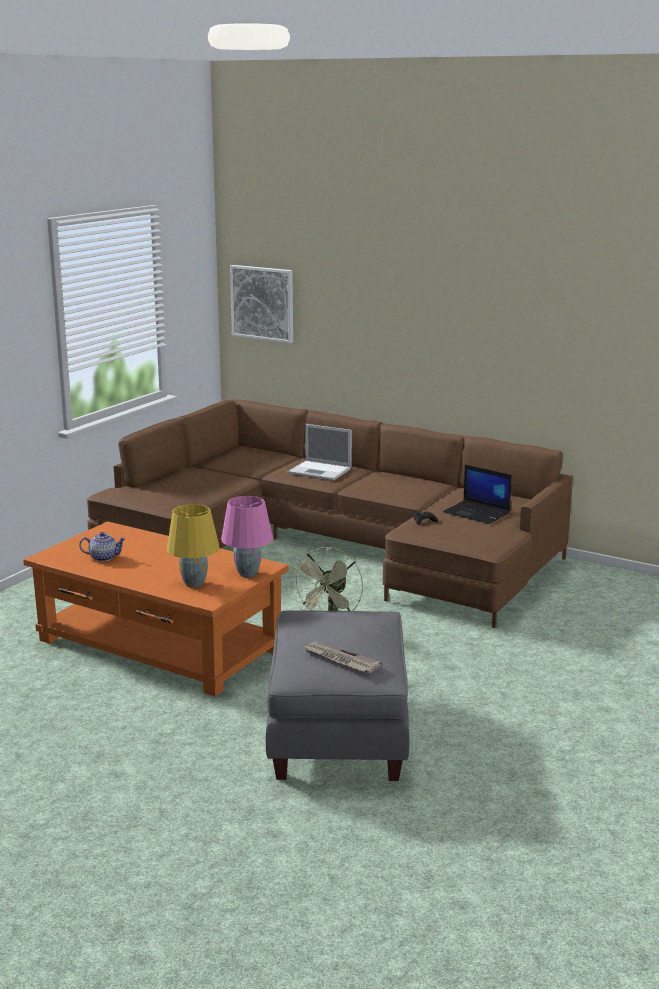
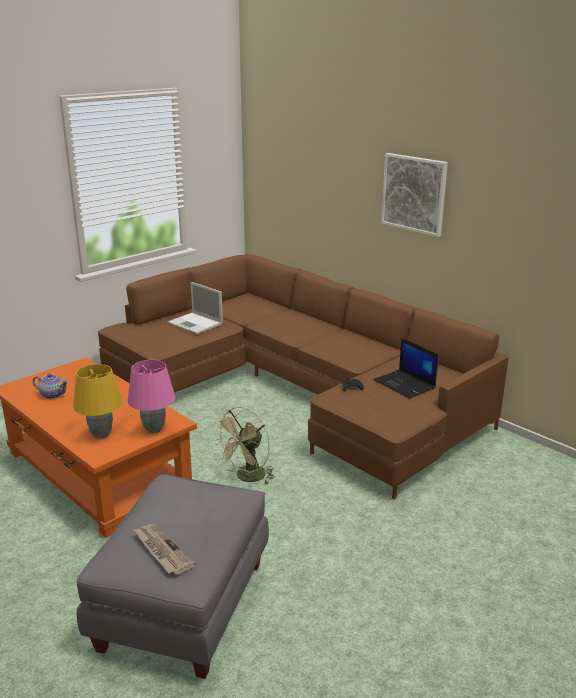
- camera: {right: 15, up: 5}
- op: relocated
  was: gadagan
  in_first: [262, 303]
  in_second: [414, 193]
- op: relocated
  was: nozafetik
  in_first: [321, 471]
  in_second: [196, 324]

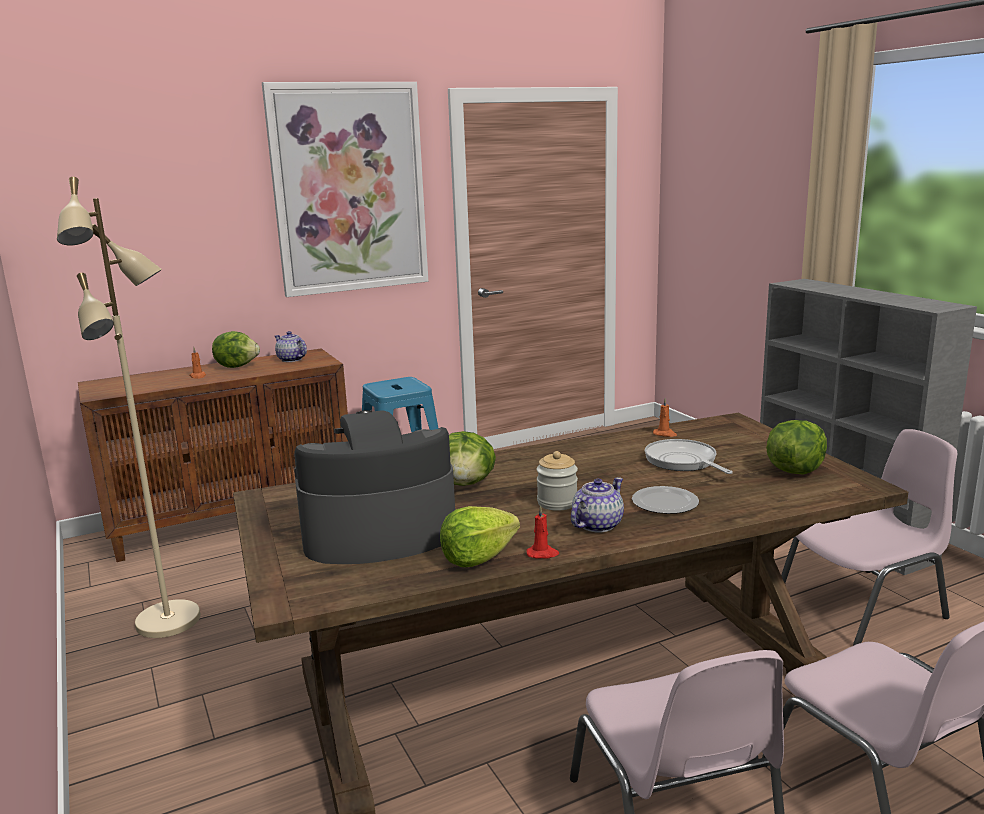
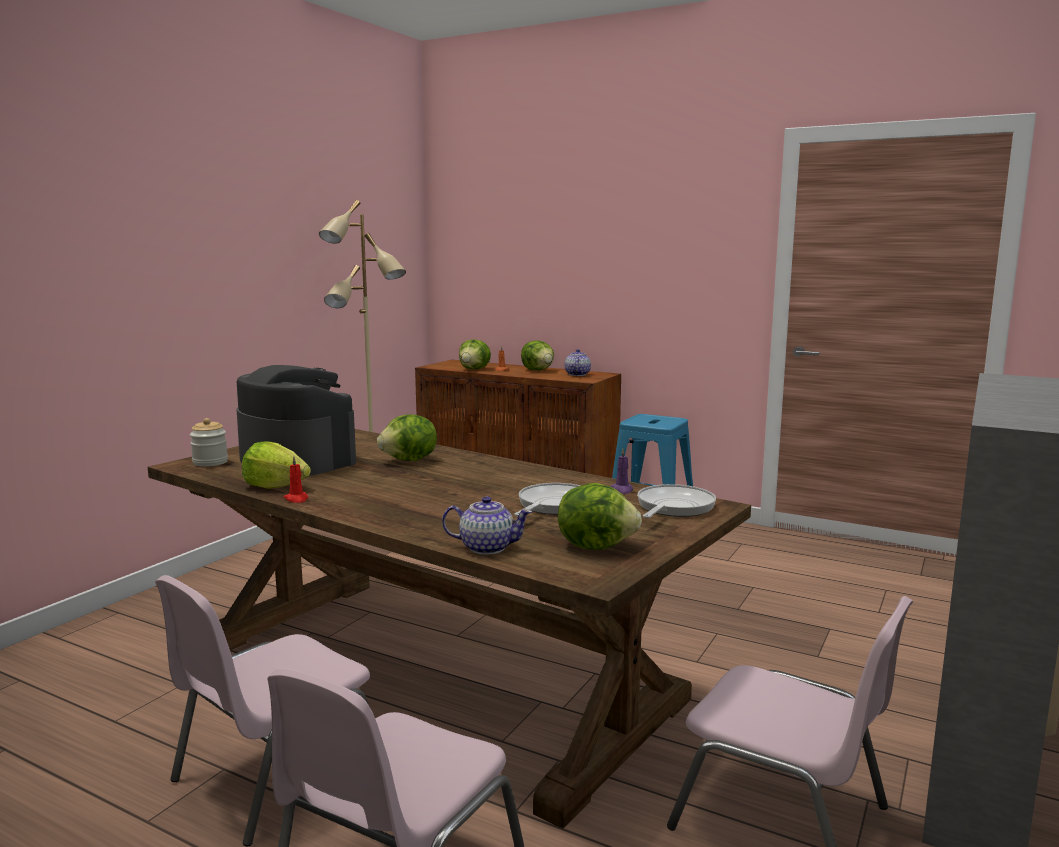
- camera: {right: 55, up: -5}
- op: missing
  was: gadagan
  in_first: [349, 189]
- op: relocated
  was: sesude
  in_first: [557, 503]
  in_second: [210, 462]
- op: relocated
  was: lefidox
  in_first: [596, 525]
  in_second: [486, 547]
- op: missing
  was: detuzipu
  in_first: [663, 503]
- op: colour
  was: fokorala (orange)
  now: fokorala (purple)
  in_first: [665, 434]
  in_second: [622, 490]
- op: appeared
  now: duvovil
  in_second: [475, 369]
- op: appeared
  now: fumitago
  in_second: [673, 507]

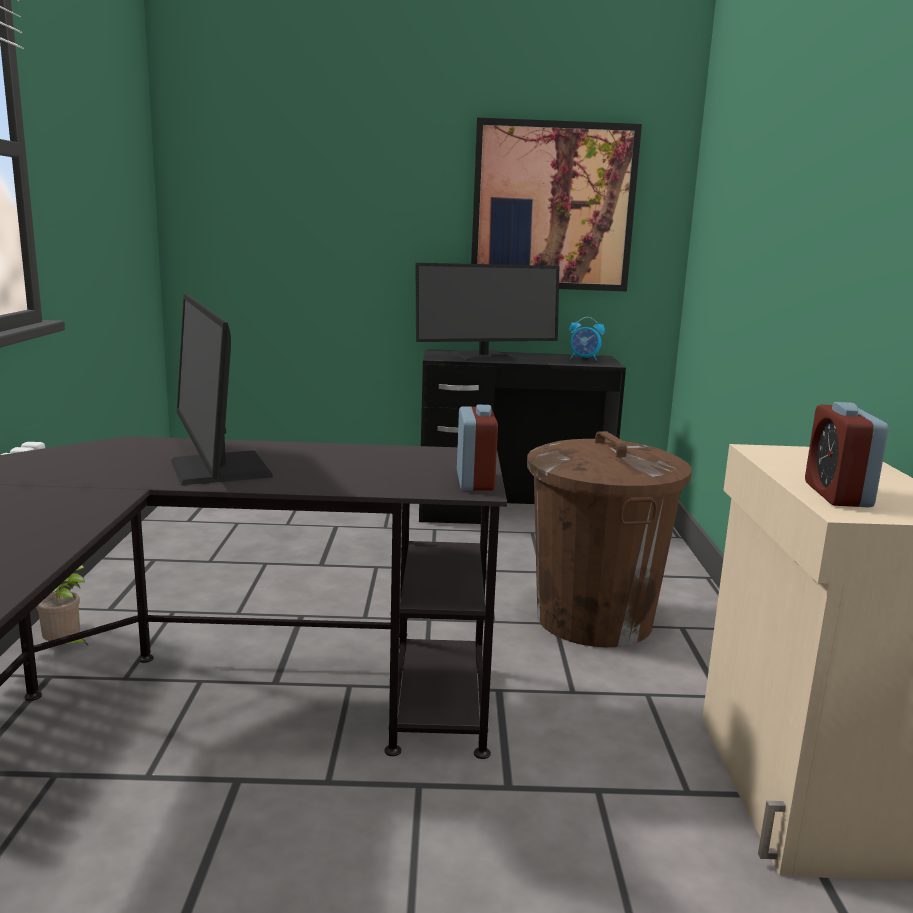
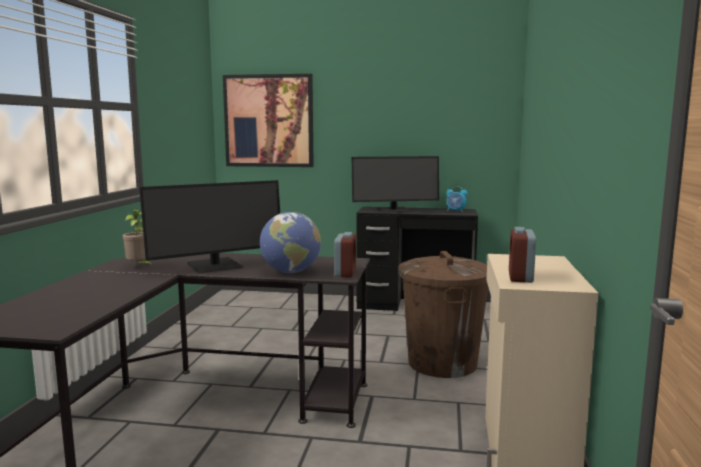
- camera: {right: 10, up: -5}
- op: relocated
  was: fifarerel
  in_first: [65, 647]
  in_second: [139, 267]
- op: spun
  was: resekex
  in_first: [217, 469]
  in_second: [215, 266]
  clockwise: -105
- op: relocated
  was: gadagan
  in_first: [553, 207]
  in_second: [269, 121]
- op: appeared
  now: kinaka
  in_second: [291, 272]

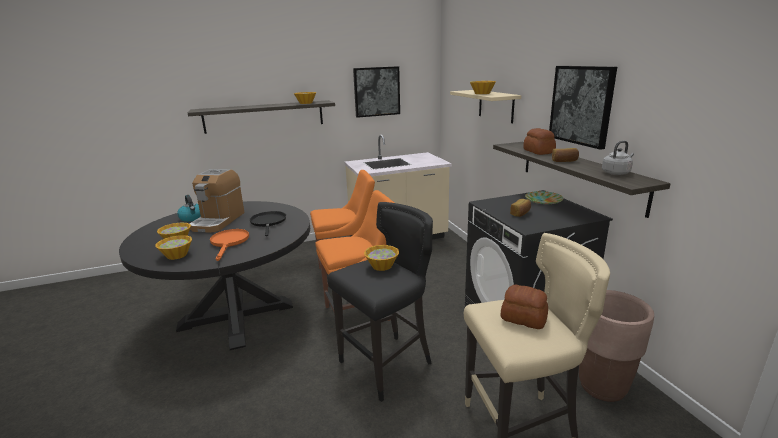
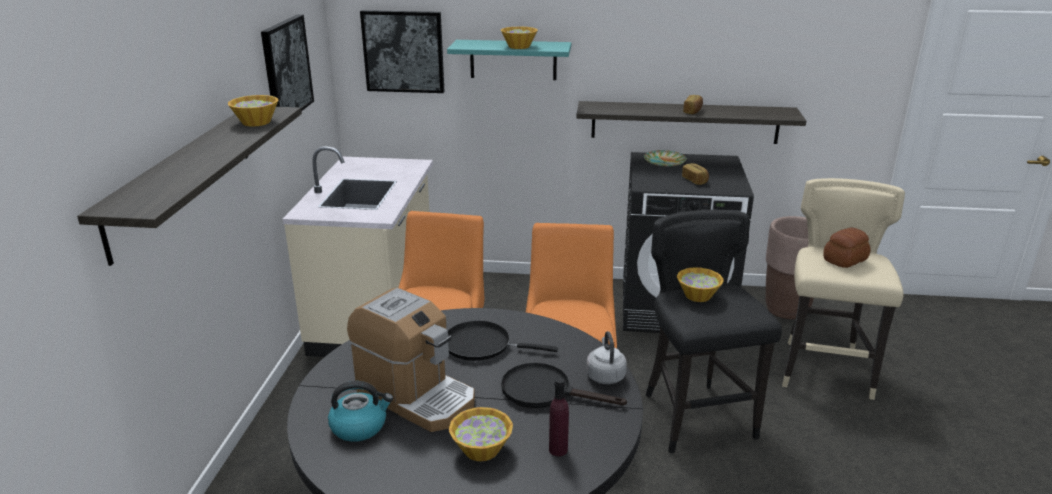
- camera: {right: -65, up: 5}
- op: exchanged
  was: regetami
  now: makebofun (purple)
  in_first: [177, 255]
  in_second: [558, 449]
- op: colour
  was: fumitago (orange)
  now: fumitago (black)
  in_first: [229, 243]
  in_second: [545, 391]
- op: colour
  was: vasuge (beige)
  now: vasuge (turquoise)
  in_first: [496, 105]
  in_second: [513, 59]
- op: missing
  was: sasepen
  in_first: [538, 152]
- op: relocated
  was: gadagan
  in_first: [581, 105]
  in_second: [403, 51]
- op: relocated
  was: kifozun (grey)
  in_first: [616, 173]
  in_second: [605, 375]

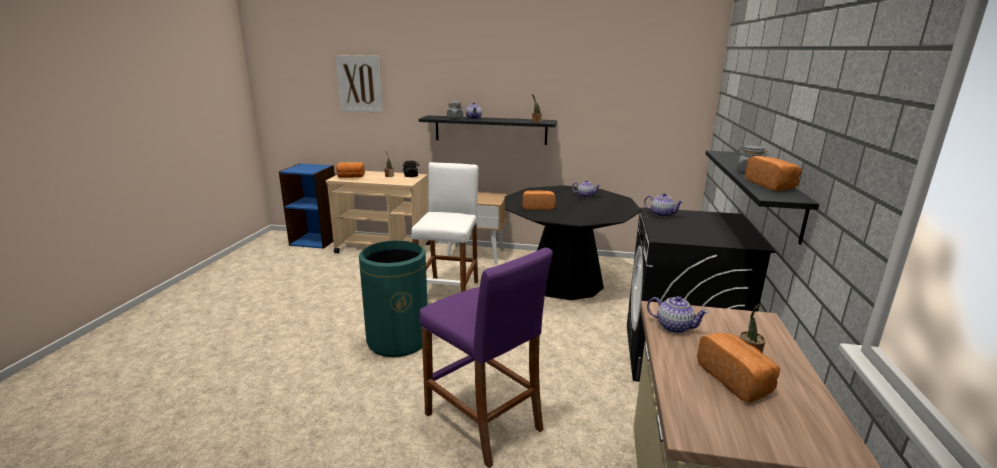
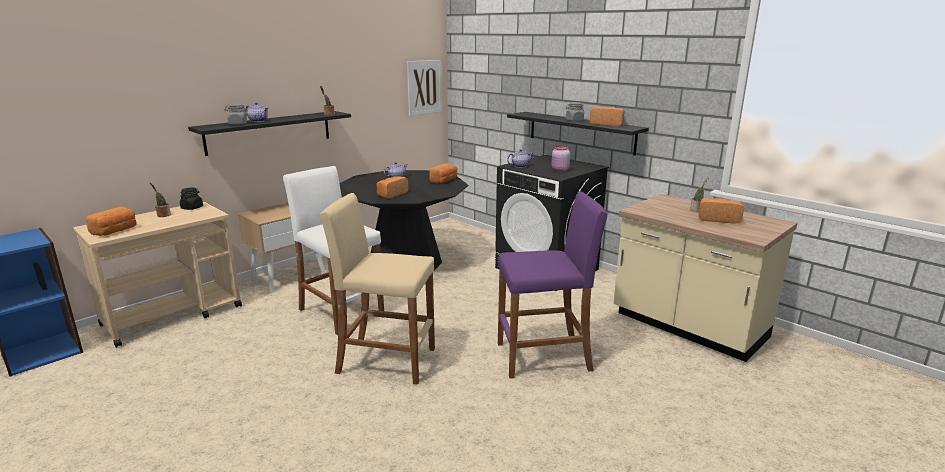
- camera: {right: -55, up: 0}
- op: relocated
  was: gadagan
  in_first: [359, 84]
  in_second: [424, 87]
- op: exchanged
  was: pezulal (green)
  now: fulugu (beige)
  in_first: [398, 340]
  in_second: [386, 360]
- op: missing
  was: lefidox
  in_first: [673, 327]
- op: appeared
  now: sasepen
  in_second: [444, 181]
- op: appeared
  now: sesude (pink)
  in_second: [559, 170]

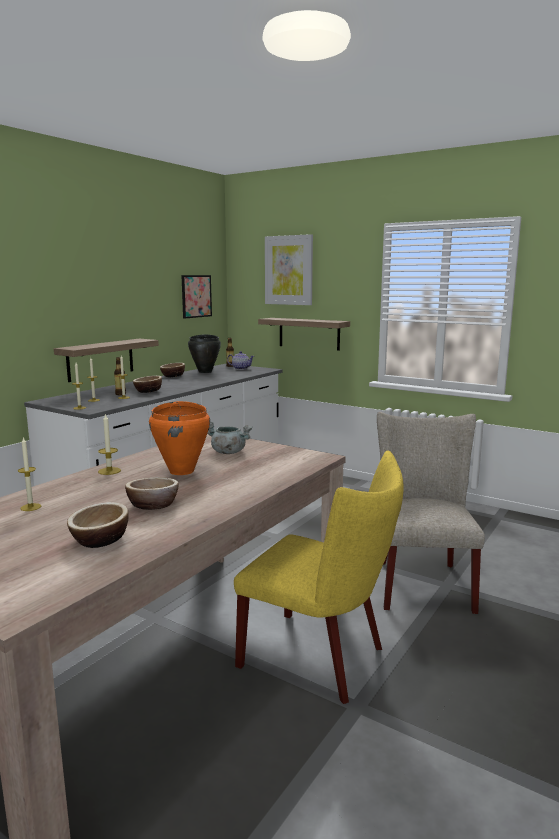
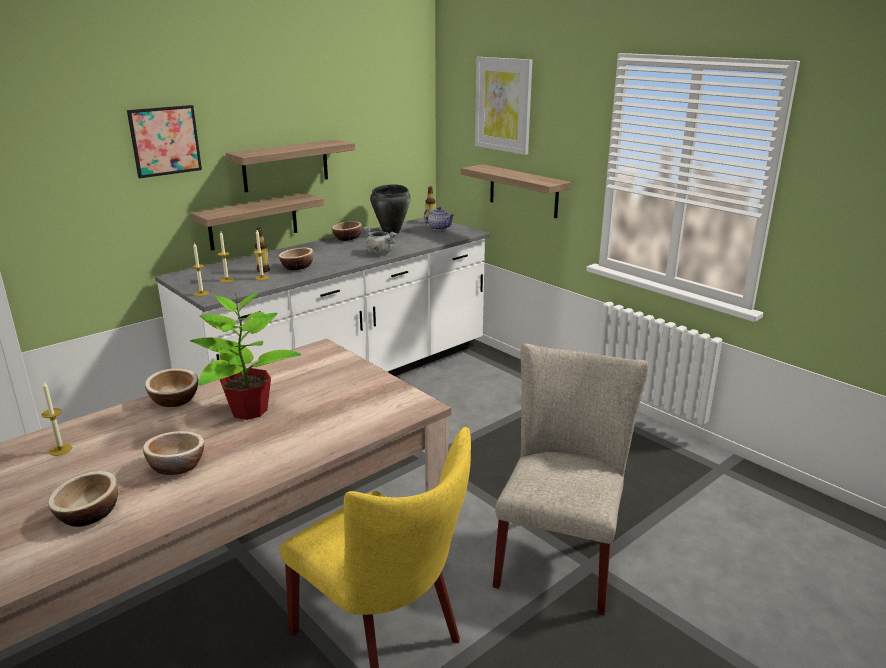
- camera: {right: 15, up: 10}
- op: exchanged
  was: fokorala
  now: regetami
  in_first: [109, 471]
  in_second: [174, 400]
- op: exchanged
  was: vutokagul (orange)
  now: fifarerel
  in_first: [182, 471]
  in_second: [248, 410]
- op: relocated
  was: gadagan
  in_first: [196, 296]
  in_second: [165, 141]
- op: relocated
  was: vutokagul (grey)
  in_first: [228, 452]
  in_second: [379, 253]
- op: appeared
  now: vasuge
  in_second: [285, 165]

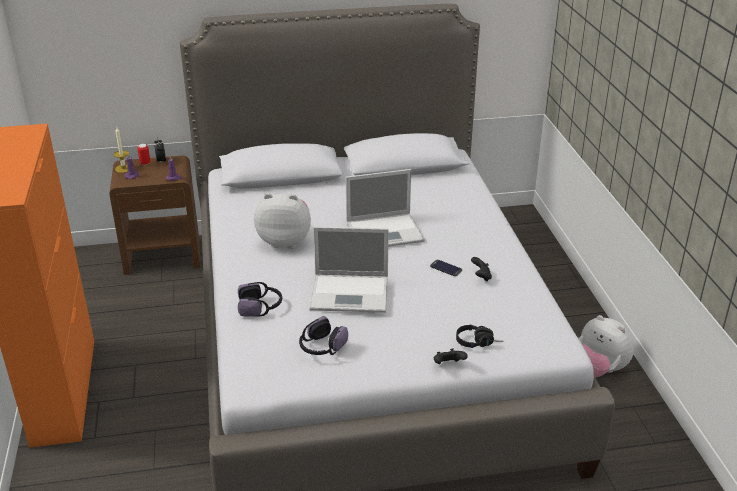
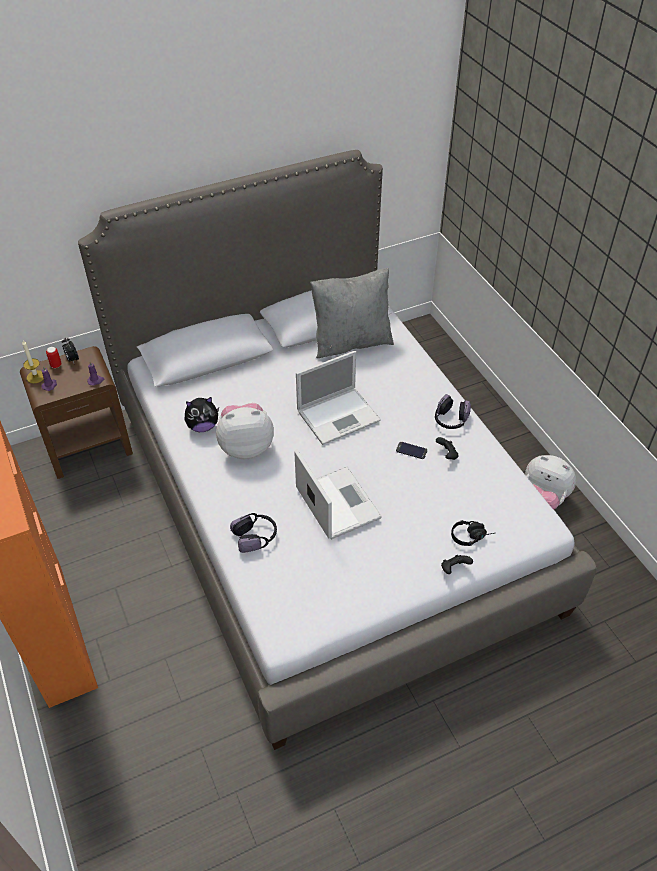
- camera: {right: -15, up: 15}
- op: relocated
  was: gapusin
  in_first: [321, 347]
  in_second: [450, 420]
- op: spun
  was: nozafetik
  in_first: [351, 293]
  in_second: [336, 502]
  clockwise: -105
- op: appeared
  now: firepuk
  in_second: [203, 426]
- op: appeared
  now: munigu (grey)
  in_second: [351, 342]

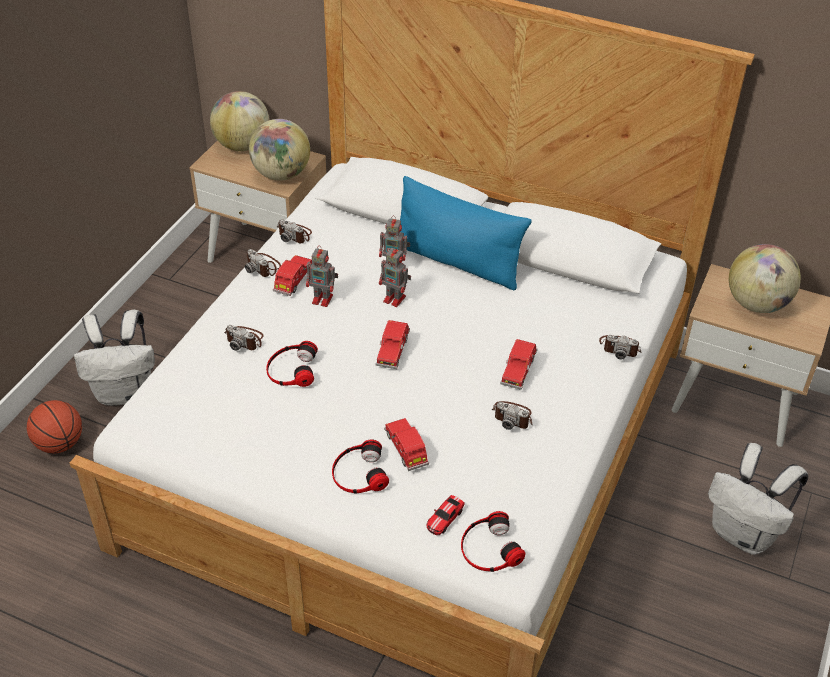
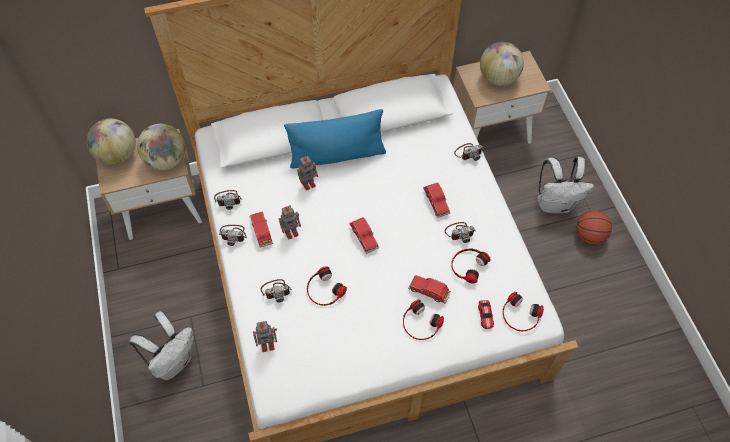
- camera: {right: -40, up: 15}
- op: relocated
  was: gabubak
  in_first: [59, 444]
  in_second: [589, 235]
- op: relocated
  was: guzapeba
  in_first: [395, 299]
  in_second: [268, 344]
- op: appeared
  now: gapusin
  in_second: [468, 265]

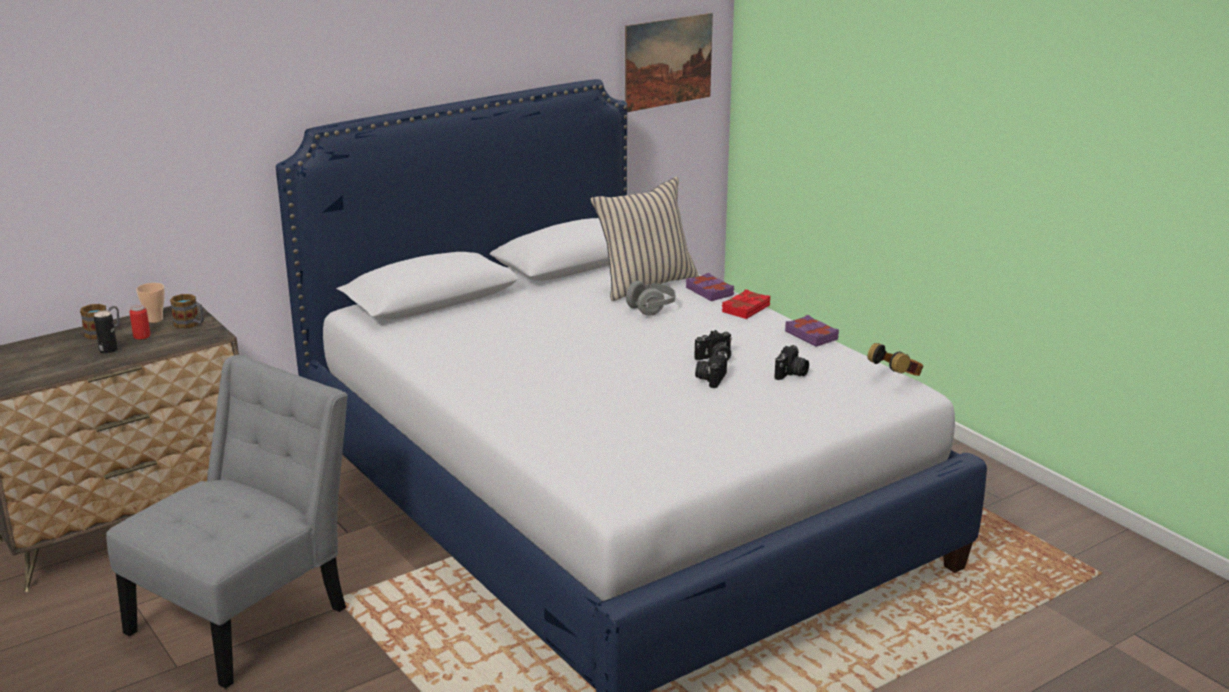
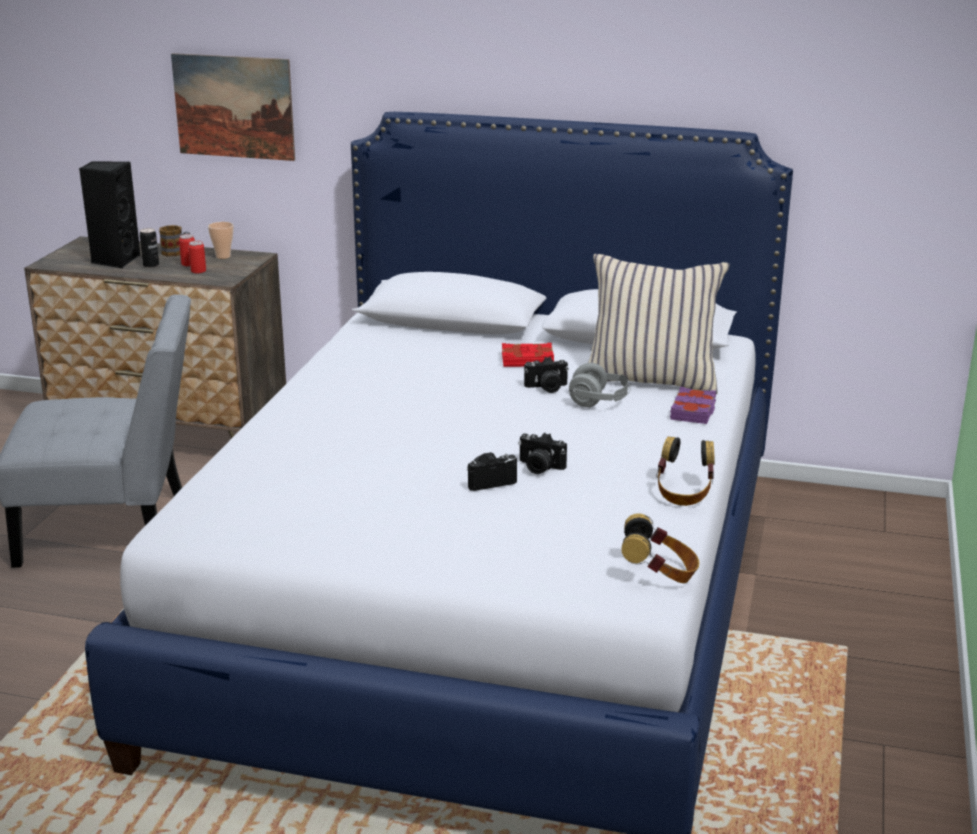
- camera: {right: 50, up: 0}
- op: missing
  was: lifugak
  in_first: [190, 324]
- op: relocated
  was: gadagan
  in_first: [668, 62]
  in_second: [234, 107]
- op: relocated
  was: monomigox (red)
  in_first: [745, 308]
  in_second: [527, 360]
- op: relocated
  was: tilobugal
  in_first: [791, 374]
  in_second: [546, 388]
- op: exchanged
  was: monomigox (purple)
  now: gapusin
  in_first: [812, 335]
  in_second: [684, 493]
- op: appeared
  now: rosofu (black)
  in_second: [115, 260]
- op: appeared
  now: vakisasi
  in_second: [198, 271]

